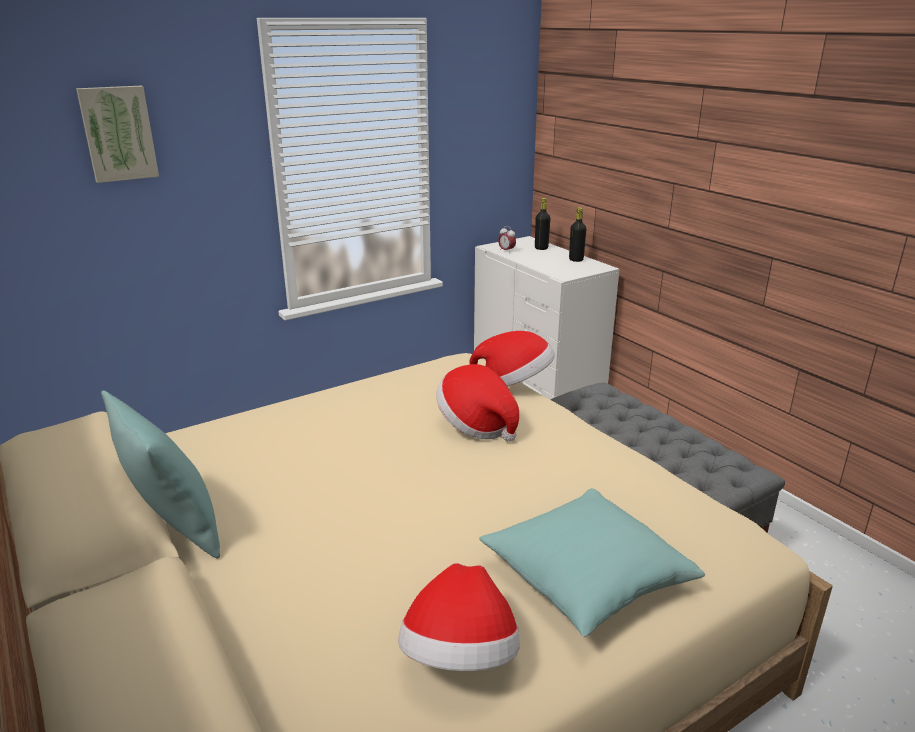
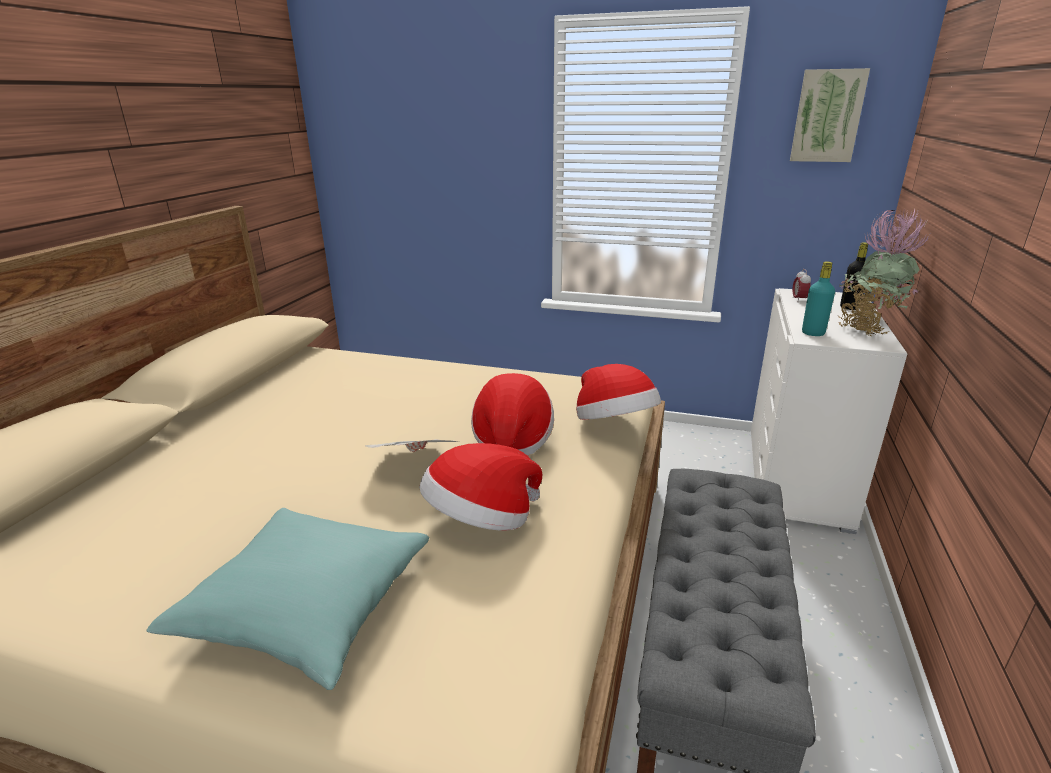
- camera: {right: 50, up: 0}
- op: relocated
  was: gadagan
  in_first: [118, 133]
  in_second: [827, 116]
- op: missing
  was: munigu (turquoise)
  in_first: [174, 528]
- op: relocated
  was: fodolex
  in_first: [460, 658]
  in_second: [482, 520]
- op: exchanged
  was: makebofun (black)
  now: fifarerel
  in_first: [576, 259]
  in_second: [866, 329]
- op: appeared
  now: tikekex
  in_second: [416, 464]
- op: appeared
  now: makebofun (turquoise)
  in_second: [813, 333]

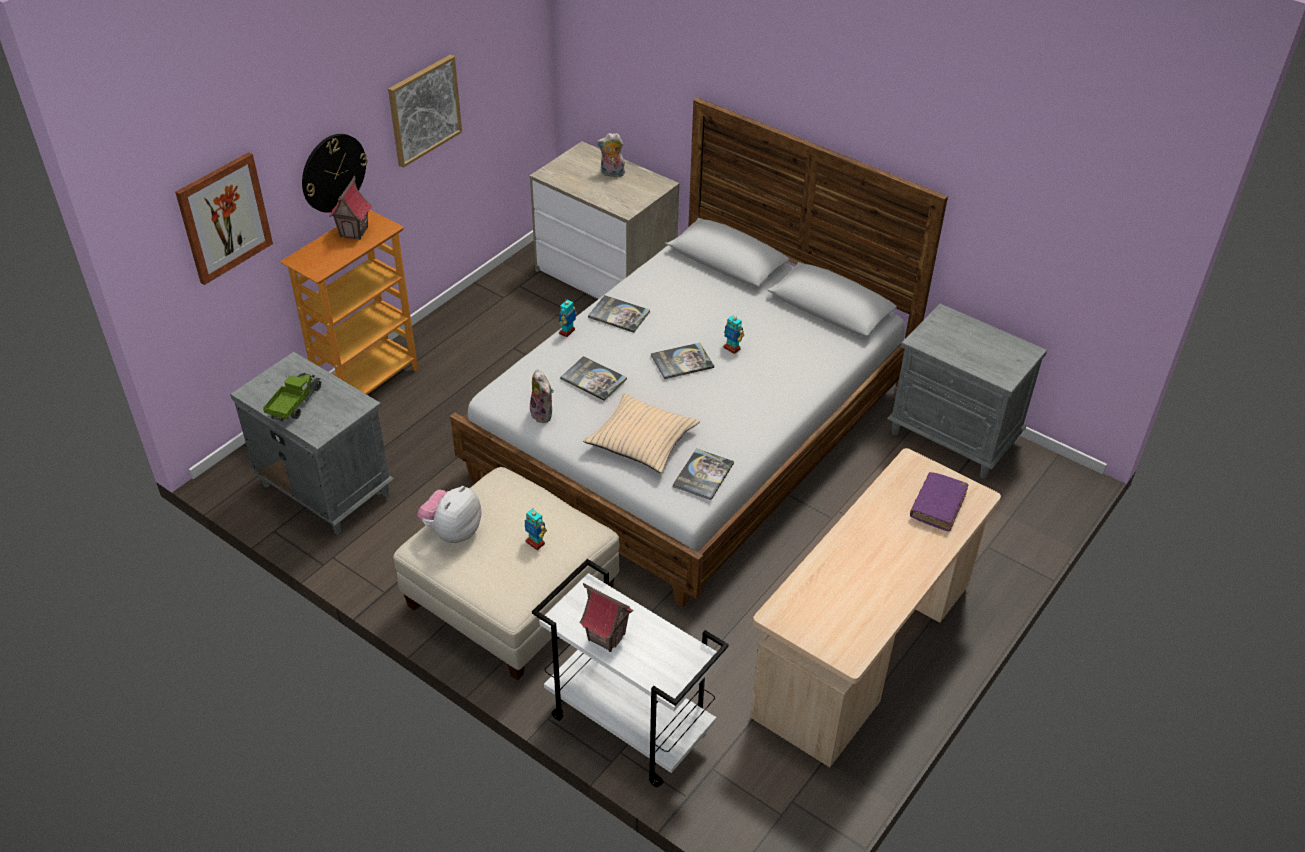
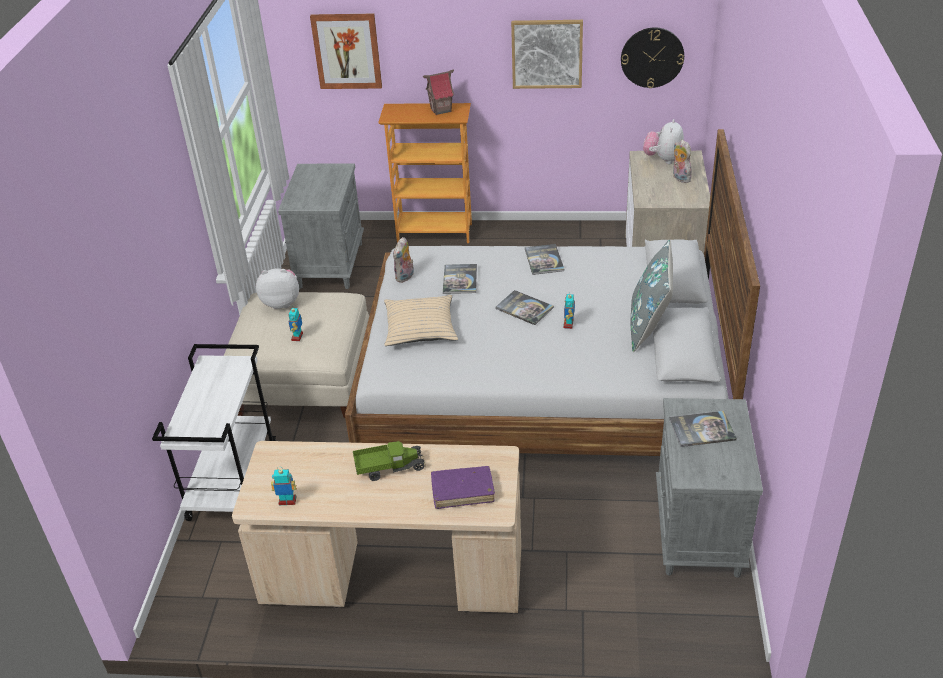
- camera: {right: 60, up: -5}
- op: relocated
  was: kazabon
  in_first: [295, 404]
  in_second: [389, 468]
- op: relocated
  was: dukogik
  in_first: [333, 172]
  in_second: [652, 57]
- op: relocated
  was: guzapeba
  in_first: [567, 332]
  in_second: [287, 501]
- op: missing
  was: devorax
  in_first: [606, 636]
- op: relocated
  was: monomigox
  in_first: [703, 475]
  in_second: [702, 429]
- op: appeared
  now: munigu (grey)
  in_second: [649, 326]
- op: appeared
  now: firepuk
  in_second: [663, 159]

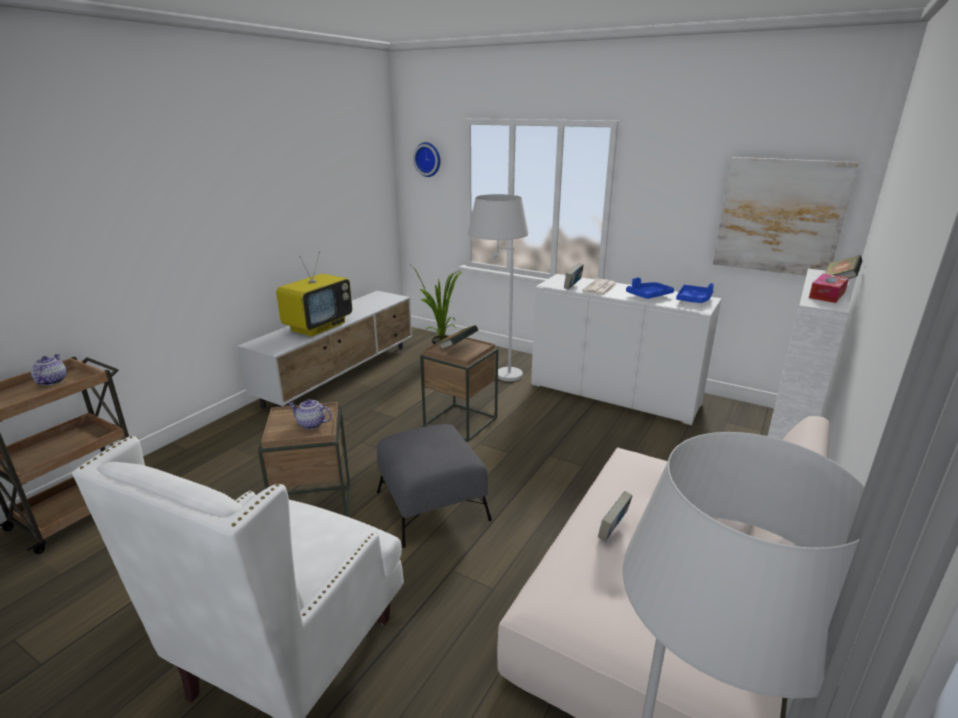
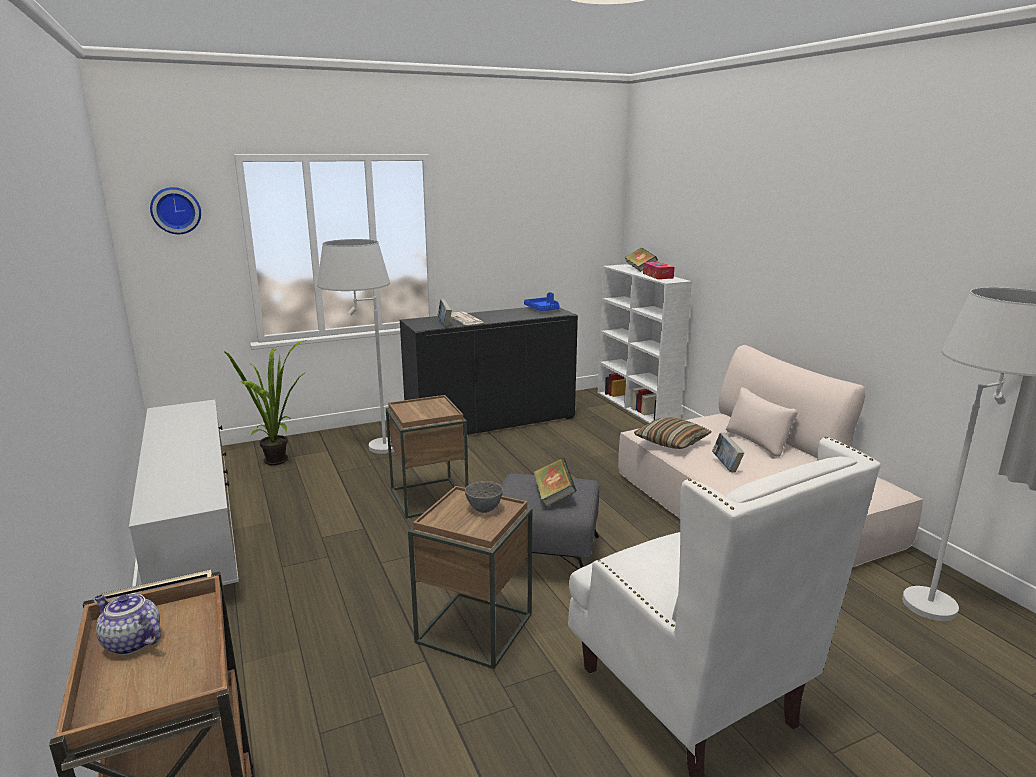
- camera: {right: -55, up: -5}
- op: missing
  was: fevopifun
  in_first: [318, 326]
- op: exchanged
  was: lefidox
  now: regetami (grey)
  in_first: [311, 424]
  in_second: [484, 509]
- op: relocated
  was: monomigox
  in_first: [458, 347]
  in_second: [554, 496]
- op: colour
  was: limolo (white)
  now: limolo (black)
  in_first: [614, 394]
  in_second: [491, 422]
- op: missing
  was: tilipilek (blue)
  in_first: [648, 295]
- op: missing
  was: gadagan
  in_first: [780, 216]
- op: appeared
  now: munigu
  in_second: [671, 441]

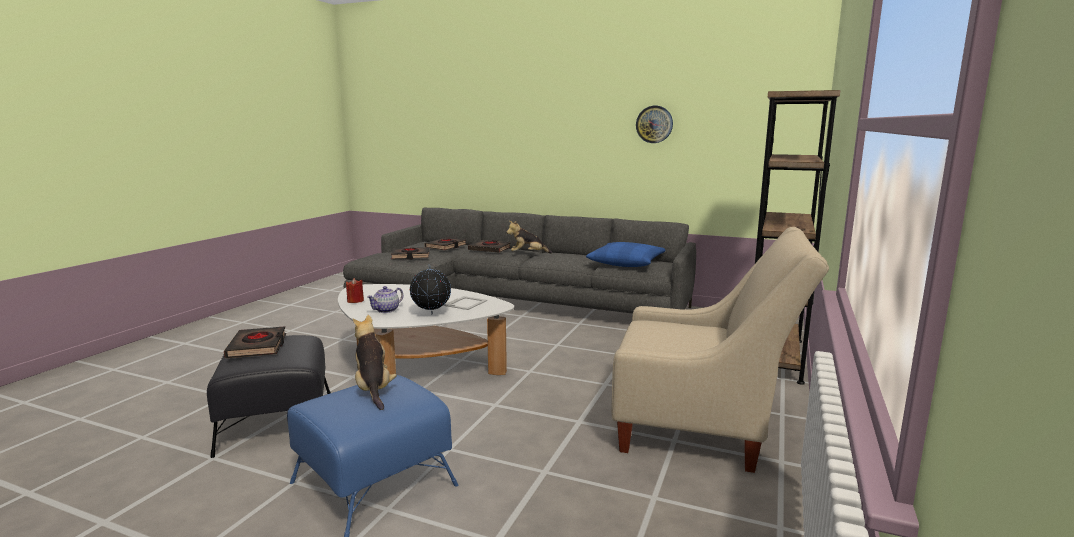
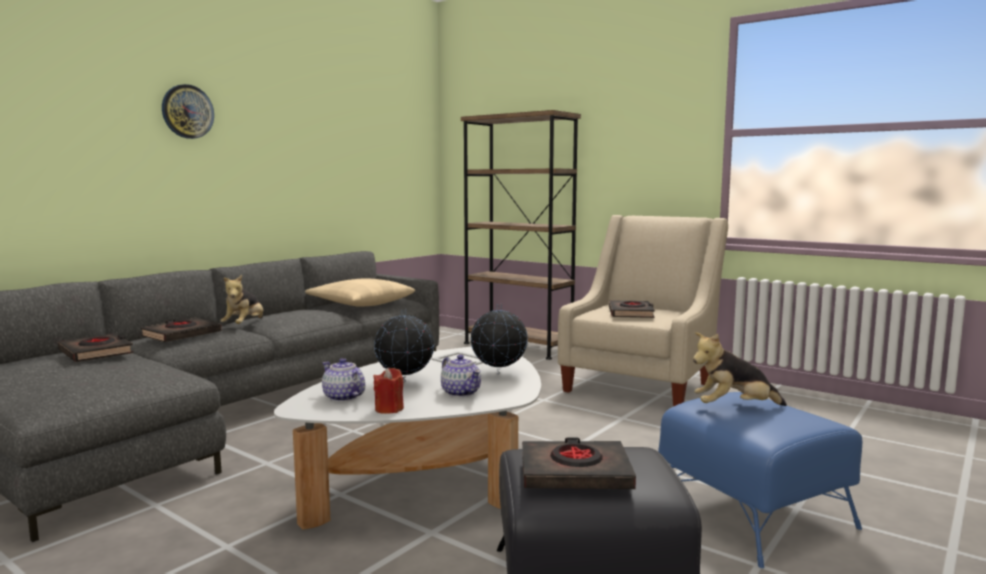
- camera: {right: -75, up: -5}
- op: relocated
  was: monomigox (black)
  in_first: [410, 256]
  in_second: [631, 313]
- op: colour
  was: munigu (blue)
  now: munigu (beige)
  in_first: [626, 262]
  in_second: [360, 303]
- op: relocated
  was: dukogik
  in_first: [654, 124]
  in_second: [187, 111]
- op: appeared
  now: lefidox
  in_second: [343, 397]
- op: appeared
  now: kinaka
  in_second: [405, 382]

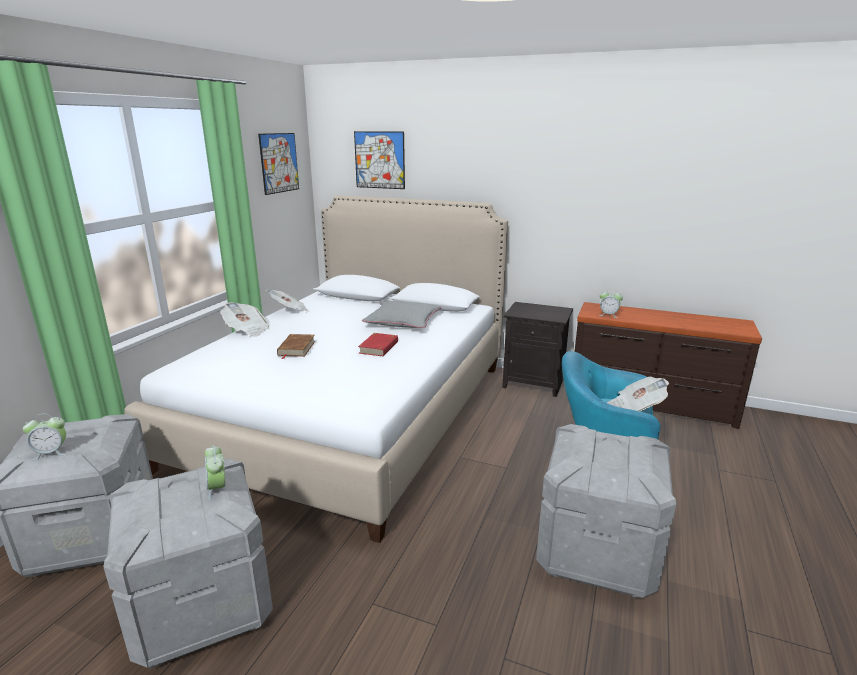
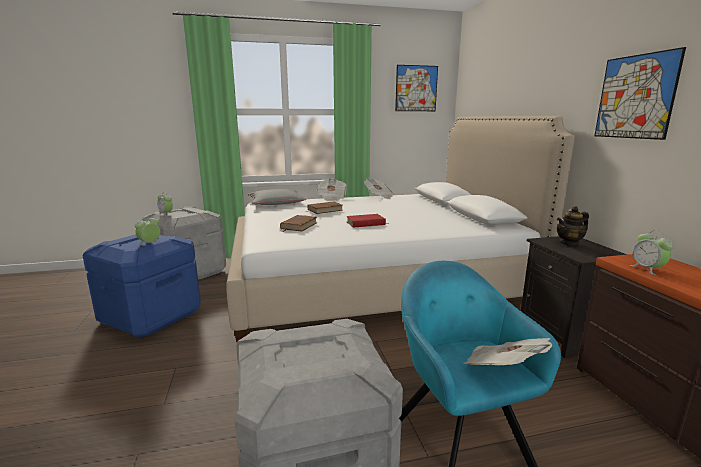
- camera: {right: 55, up: -5}
- op: colour
  was: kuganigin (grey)
  now: kuganigin (blue)
  in_first: [203, 605]
  in_second: [151, 317]
- op: relocated
  was: gadagan
  in_first: [379, 160]
  in_second: [635, 97]
- op: relocated
  was: munigu (grey)
  in_first: [402, 321]
  in_second: [276, 203]
- op: appeared
  now: monomigox (brown)
  in_second: [299, 226]
- op: appeared
  now: lefidox
  in_second: [569, 243]

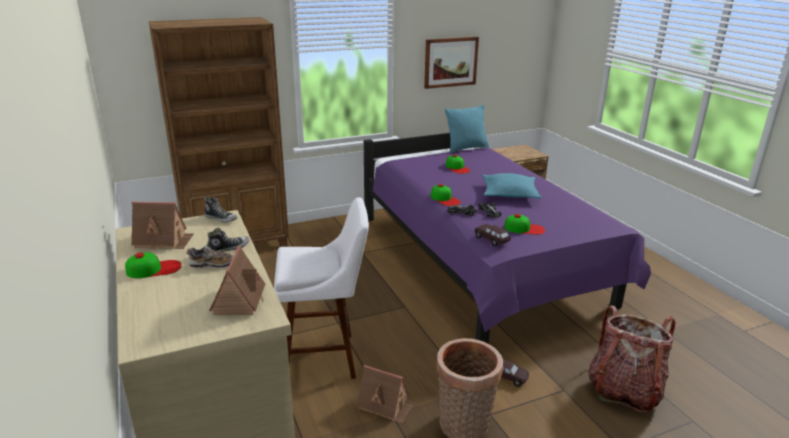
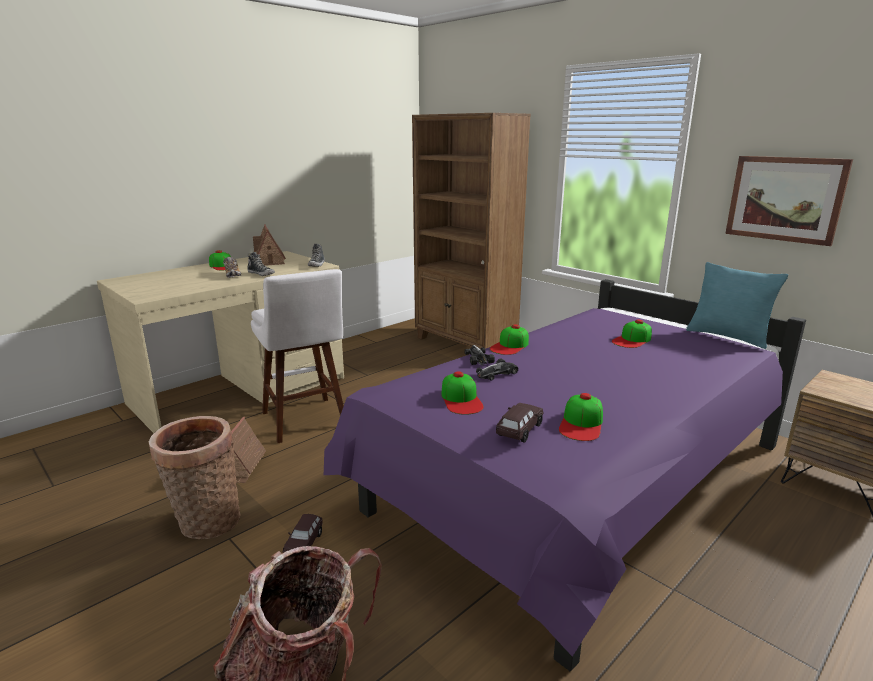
- camera: {right: 70, up: -5}
- op: missing
  was: devorax
  in_first: [239, 299]
- op: relocated
  was: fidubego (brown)
  in_first: [491, 240]
  in_second: [519, 430]
- op: missing
  was: munigu (turquoise)
  in_first: [509, 193]
- op: appeared
  now: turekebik
  in_second: [581, 423]

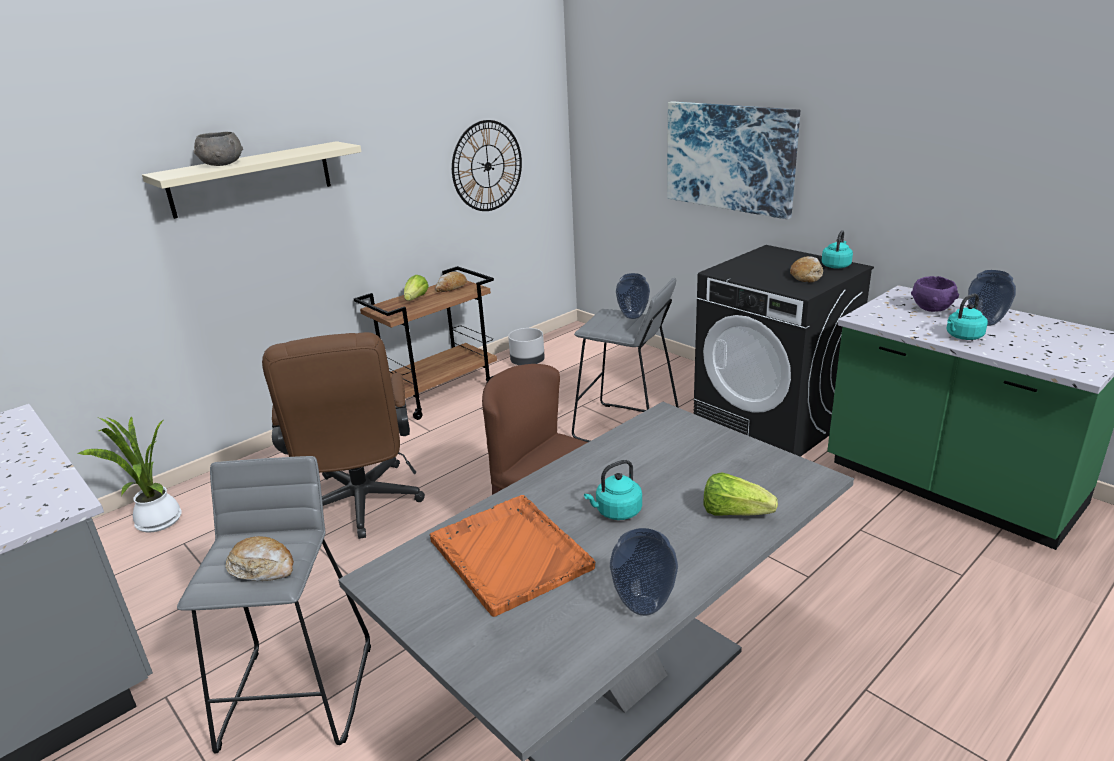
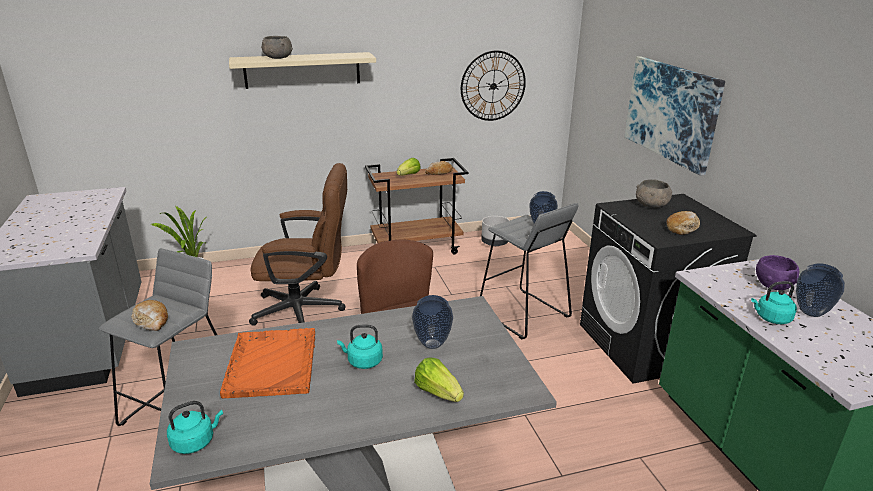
- camera: {right: 25, up: 0}
- op: spun
  was: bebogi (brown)
  in_first: [361, 507]
  in_second: [307, 310]
  clockwise: -105
- op: relocated
  was: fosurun
  in_first: [642, 606]
  in_second: [431, 344]
- op: relocated
  was: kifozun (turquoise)
  in_first: [836, 265]
  in_second: [195, 442]
- op: appeared
  now: regetami (grey)
  in_second: [651, 205]

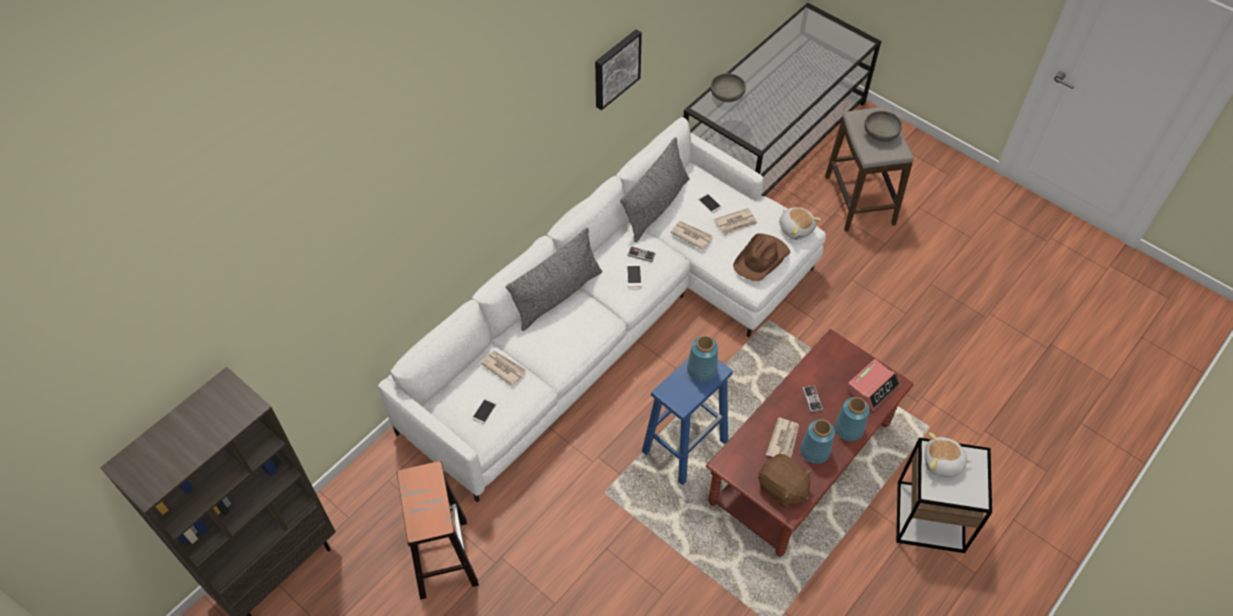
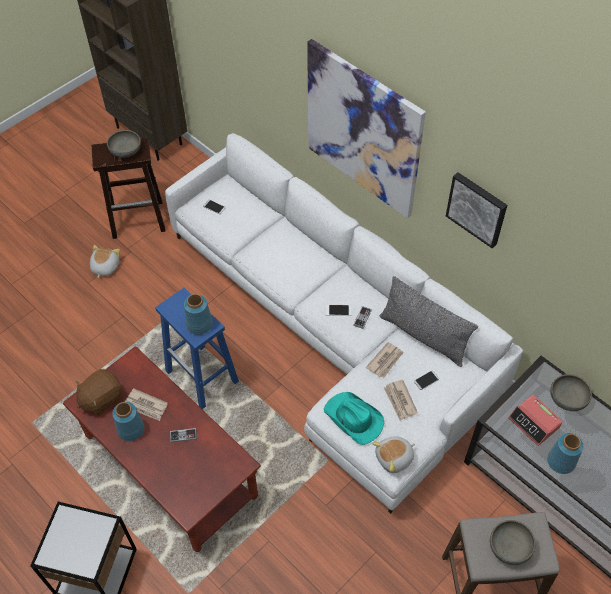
- camera: {right: 95, up: 0}
- op: missing
  was: tikekex
  in_first: [503, 368]
- op: missing
  was: munigu (grey)
  in_first: [557, 296]
- op: colour
  was: fodolex (brown)
  now: fodolex (turquoise)
  in_first: [762, 259]
  in_second: [353, 419]
- op: relocated
  was: fosurun (blue)
  in_first: [848, 429]
  in_second: [561, 461]
- op: relocated
  was: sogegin
  in_first: [872, 388]
  in_second: [534, 423]
- op: relocated
  was: firepuk
  in_first: [942, 463]
  in_second: [104, 267]
- op: appeared
  now: regetami (grey)
  in_second: [125, 151]
- op: appeared
  now: gadagan
  in_second: [363, 130]

